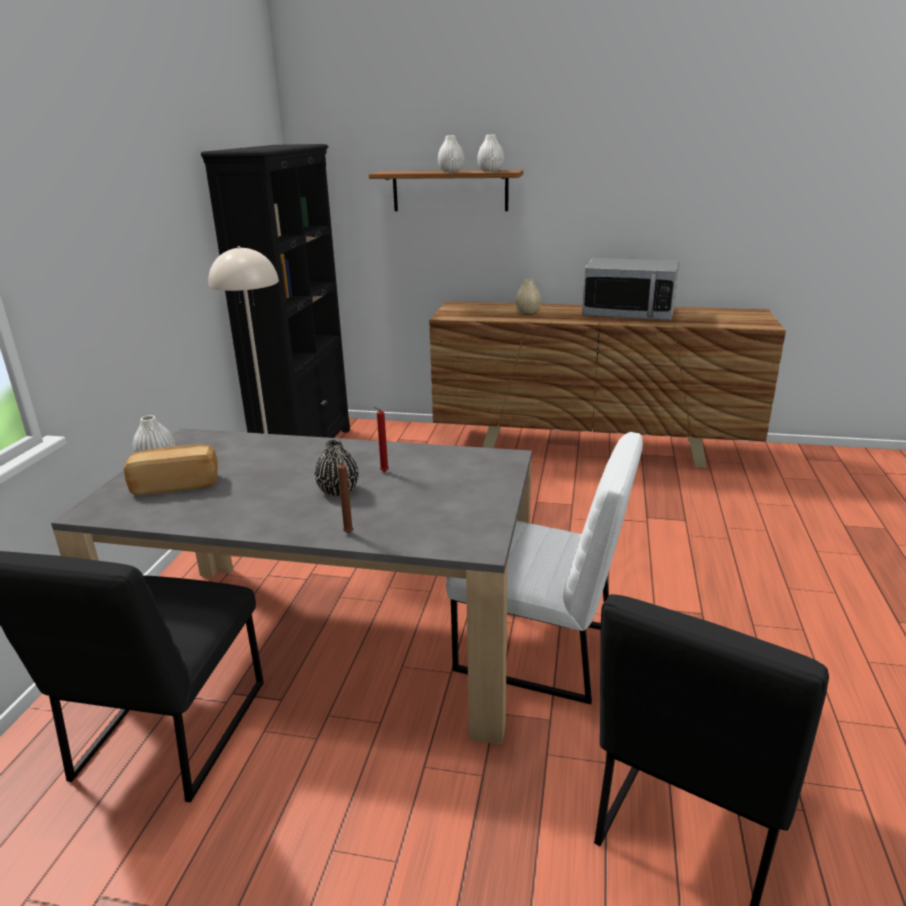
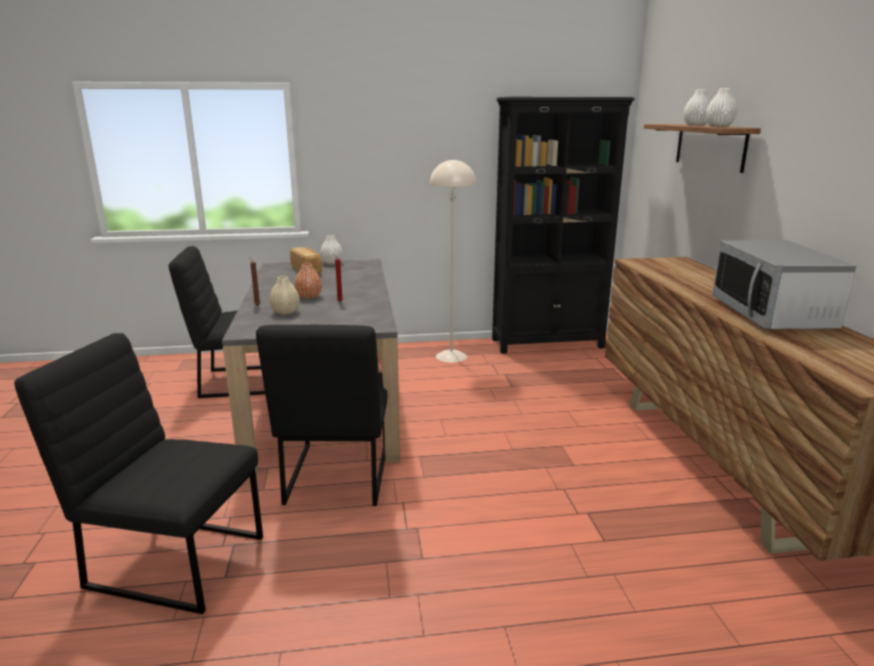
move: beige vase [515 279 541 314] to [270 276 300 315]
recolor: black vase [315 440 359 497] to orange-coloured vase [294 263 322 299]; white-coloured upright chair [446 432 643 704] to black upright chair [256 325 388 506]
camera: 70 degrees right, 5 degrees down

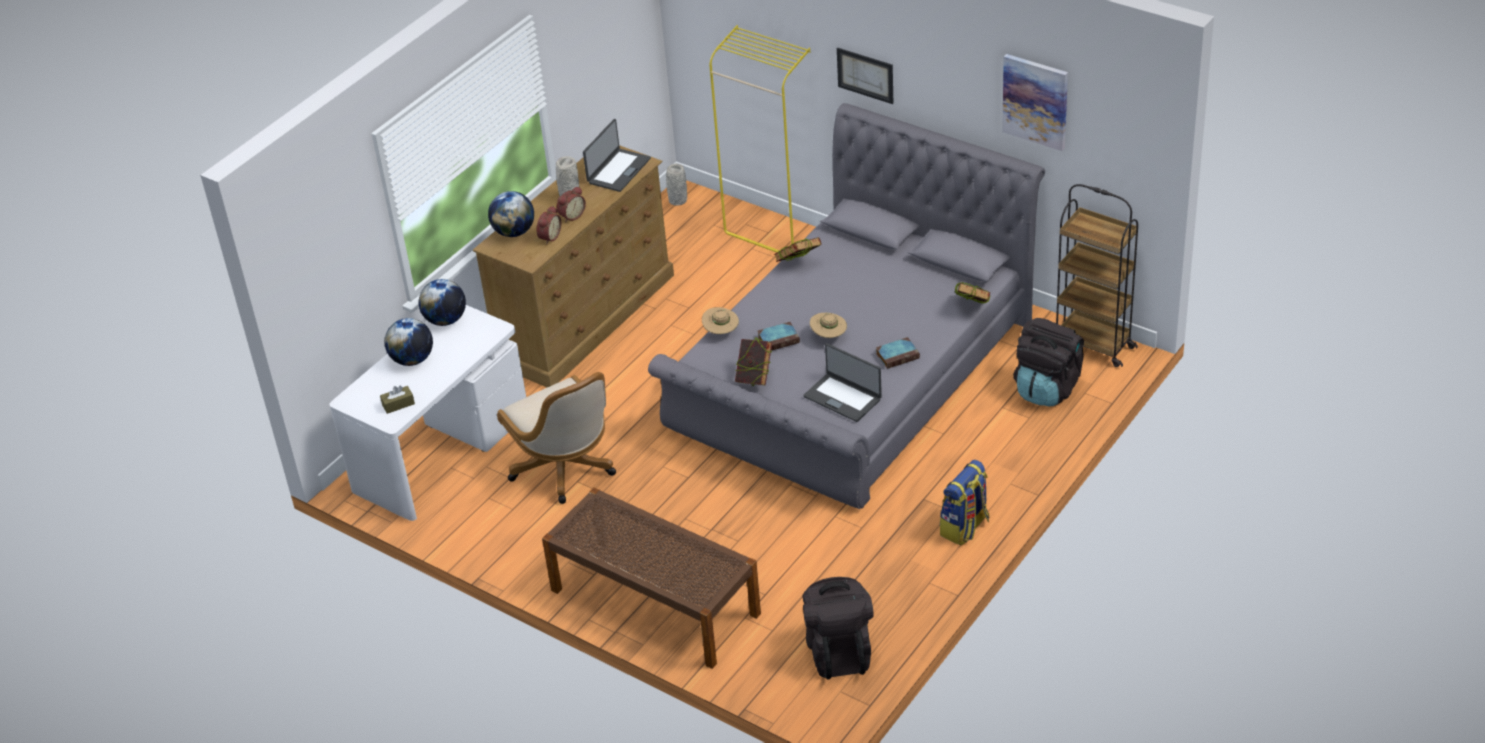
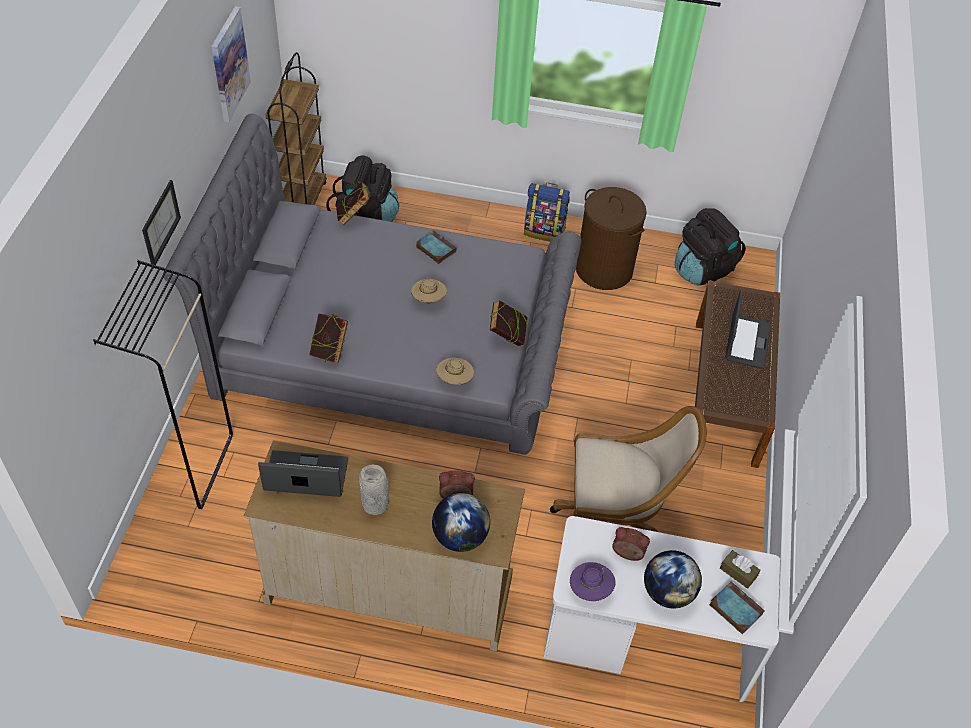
delete: greyish vase [666 164 687 206]
insert: brown washing basket [576 187 646 290]
move: alarm clock [557 186 586 222] to [612 527 650 561]; bound book [758 322 800 350] to [709 581 765 634]; laptop [803 343 882 422] to [725 290 771 369]
replace: globe [419 279 466 326] to purplish hat [570 562 616 601]
recolor: yellowish garment stand [710 25 811 253] to black garment stand [93 260 233 509]
rotate: computer chair [497 372 616 504] = [550 406 707 532] 60 degrees clockwise
camera: 120 degrees left, 10 degrees up

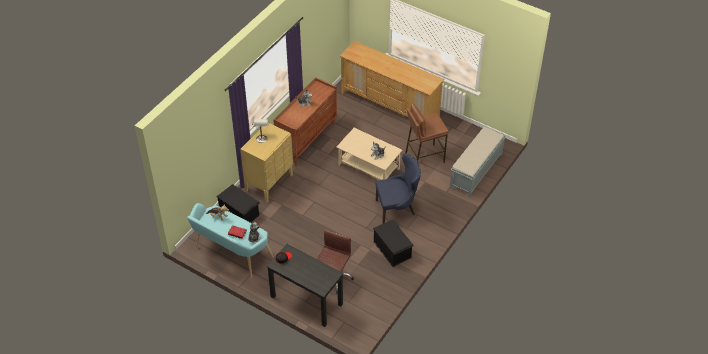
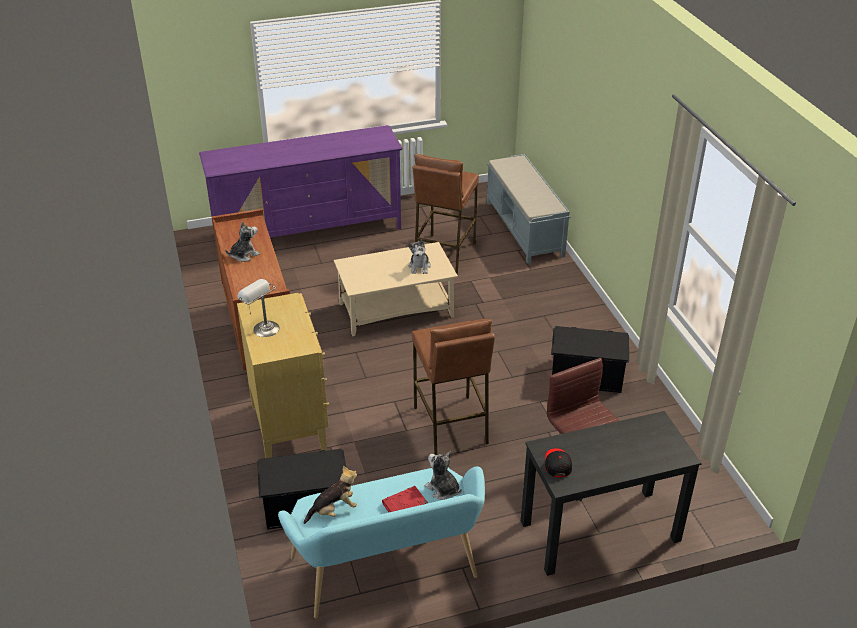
delete: blue upright chair [376 154 421 224]
insert: brown stool [412 319 495 455]
recolor: brown drawer chest [340 41 444 117] to purplish drawer chest [199 125 403 239]
camera: 50 degrees left, 10 degrees down

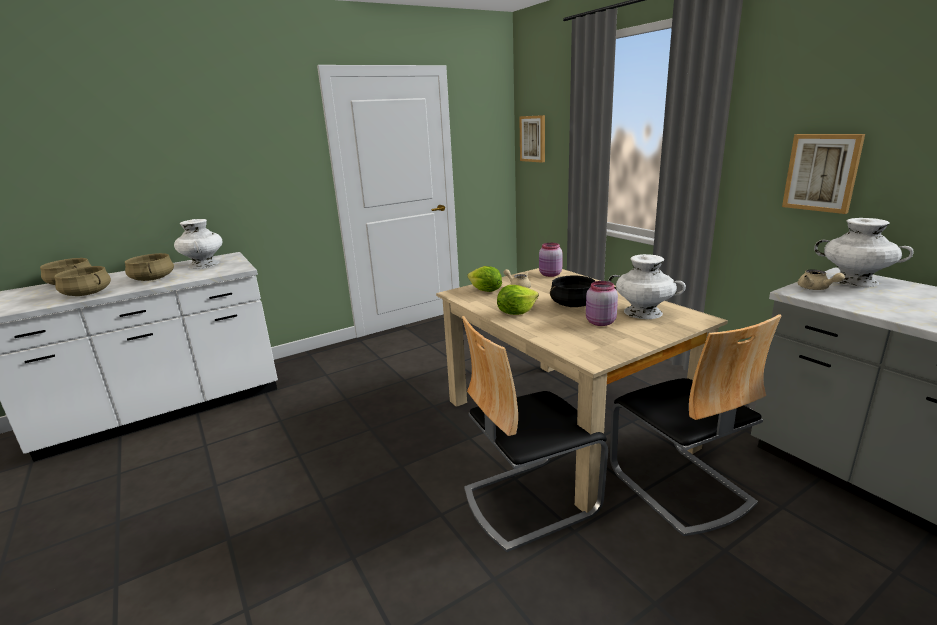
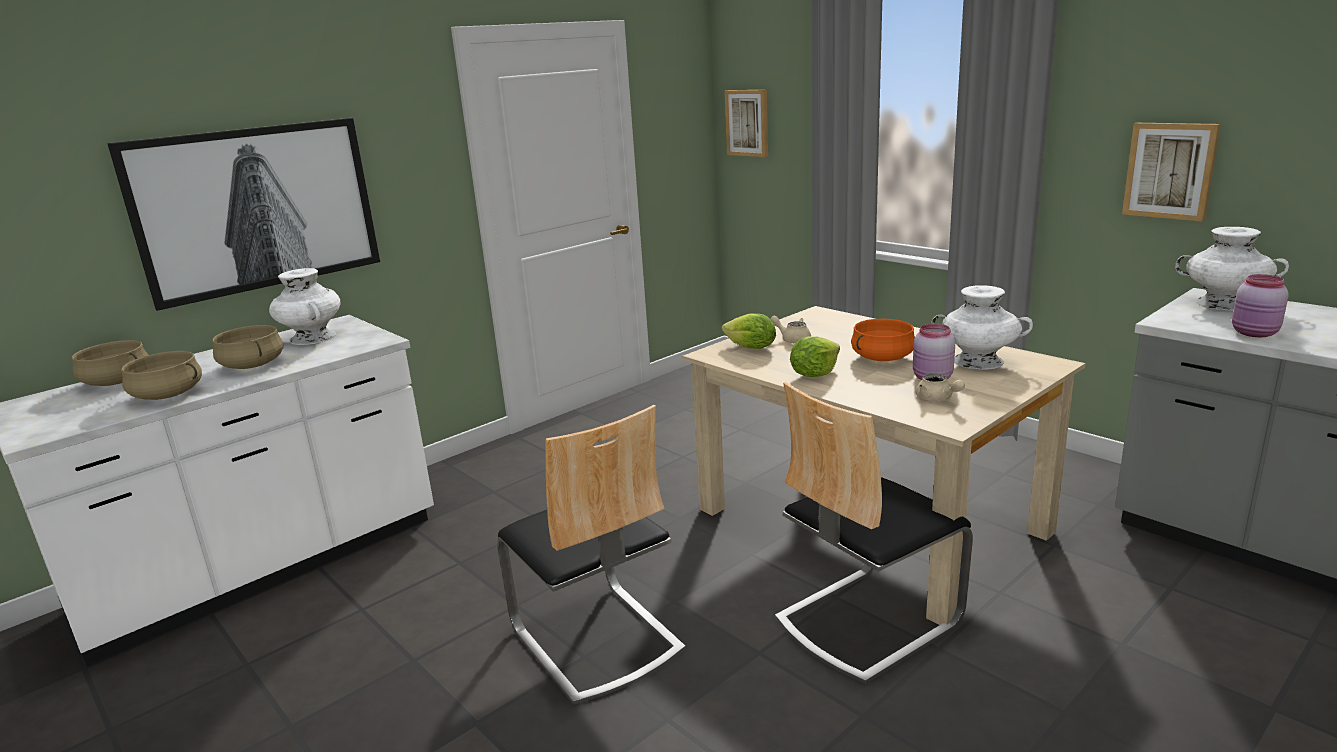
insert: wall picture [107 118 380 311]
move: pink-coloured storage jar [539 243 563 277] to [1232 274 1289 337]; upright chair [610 314 782 536] to [497 405 686 705]; beige tea pot [798 270 845 290] to [916 374 965 402]
recolor: black stockpot [550 275 595 307] to orange-coloured stockpot [851 319 915 361]
camera: 10 degrees left, 0 degrees up

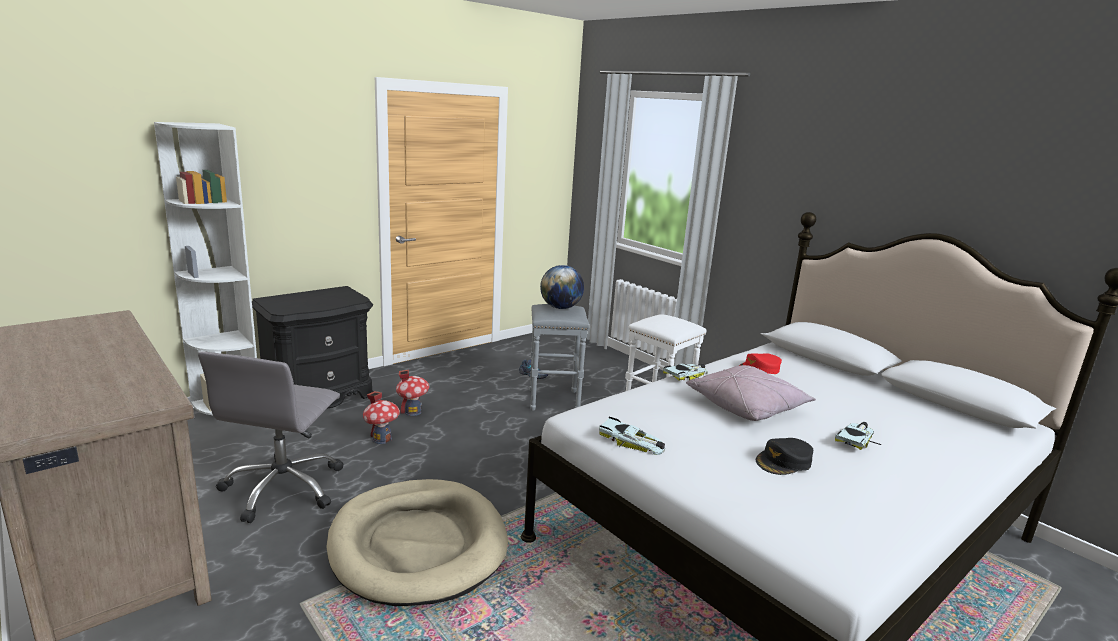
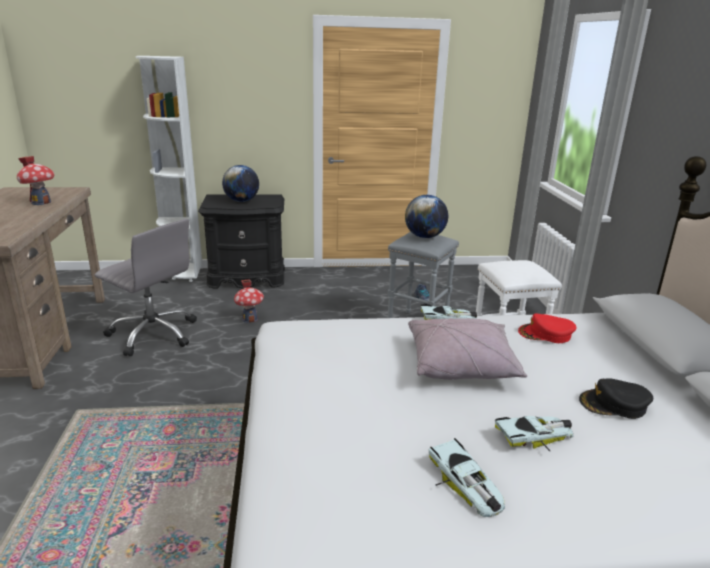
delete: beige pet bed [326 479 508 606]
insert: globe [222 165 259 202]
move: model house [396 369 429 416] to [17 156 54 205]; miniature car [599 417 665 455] to [429 438 505 517]; black peaked cap [756 438 813 475] to [579 378 653 419]
rotate: greyish computer chair [198 351 343 523] = [95 219 197 356] 105 degrees counterclockwise
camera: 35 degrees right, 5 degrees up

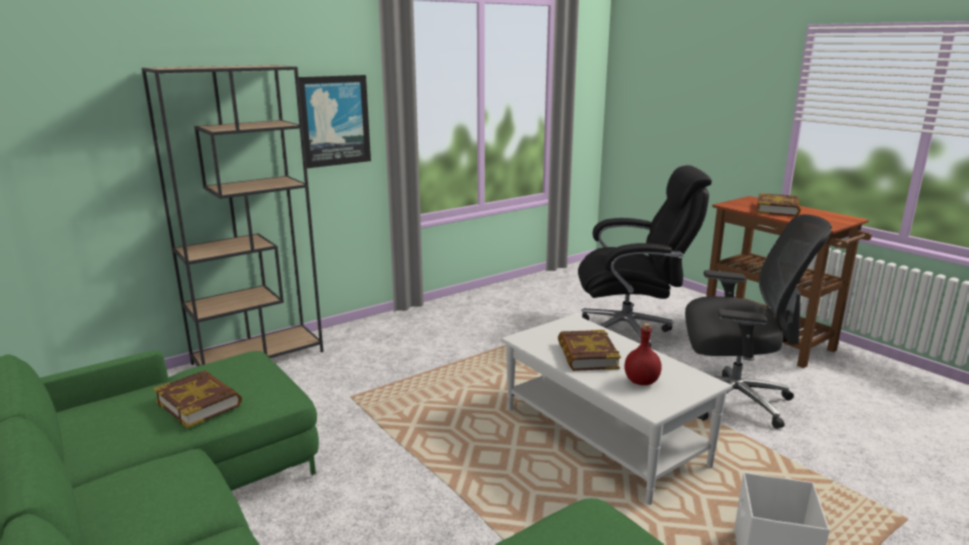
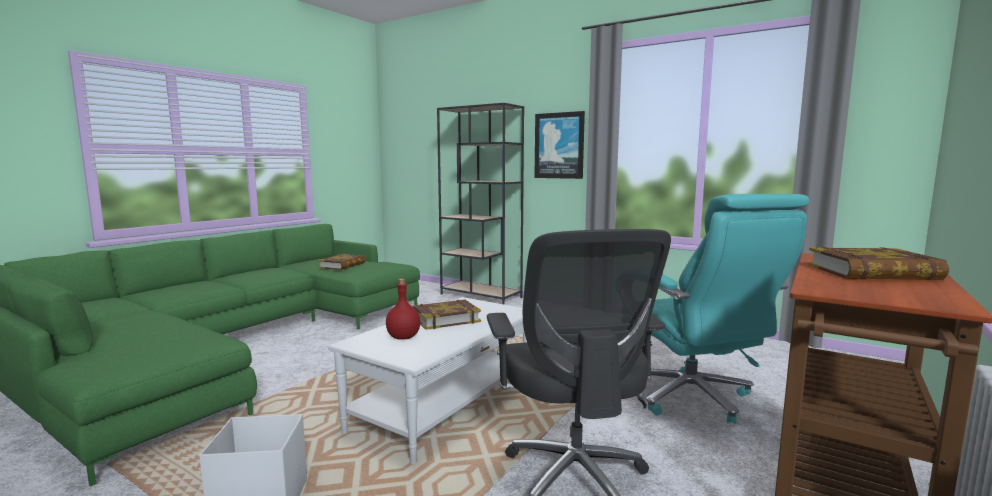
recolor: black computer chair [578 165 712 348] to blue-green computer chair [646 194 809 424]
camera: 70 degrees right, 10 degrees down

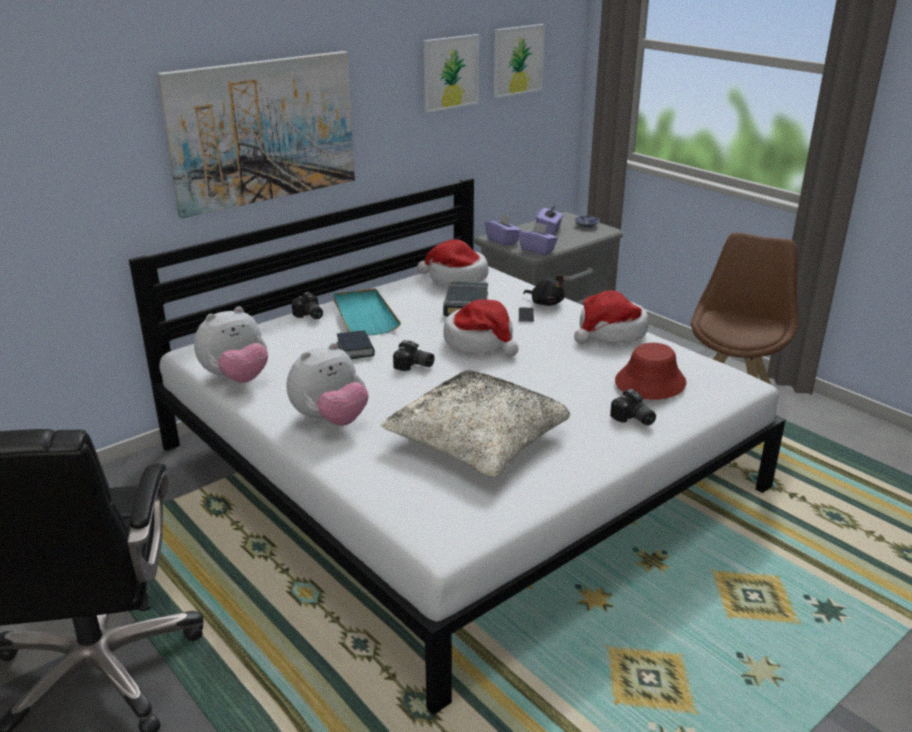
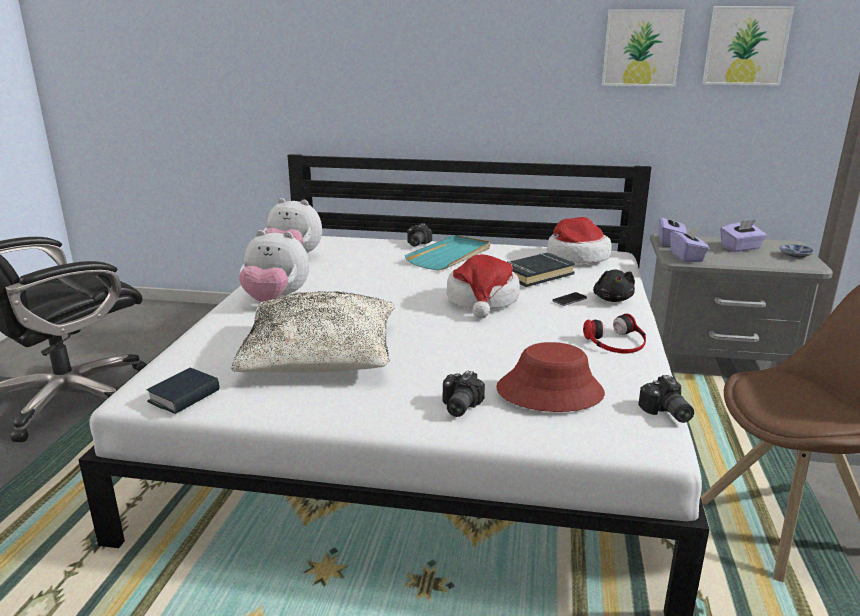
delete: wall picture [157 51 355 218]
move: bound book [337 330 375 359] to [147 368 219 414]; photo camera [393 340 435 371] to [639 375 694 423]
replace: hat [574 291 649 344] to pair of headphones [583 313 646 354]
camera: 50 degrees right, 5 degrees down

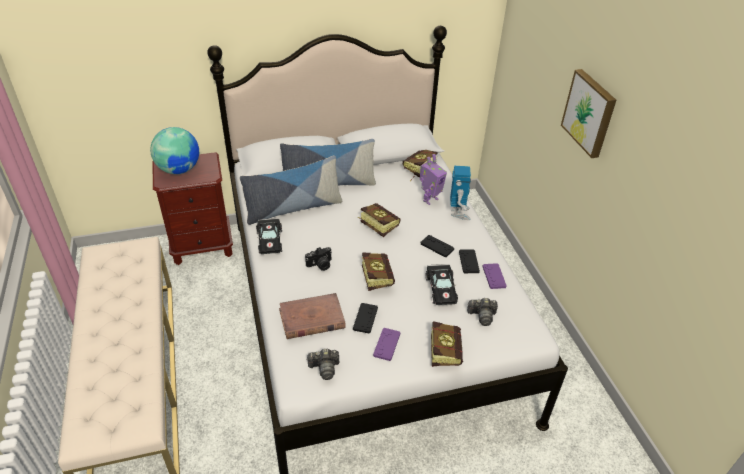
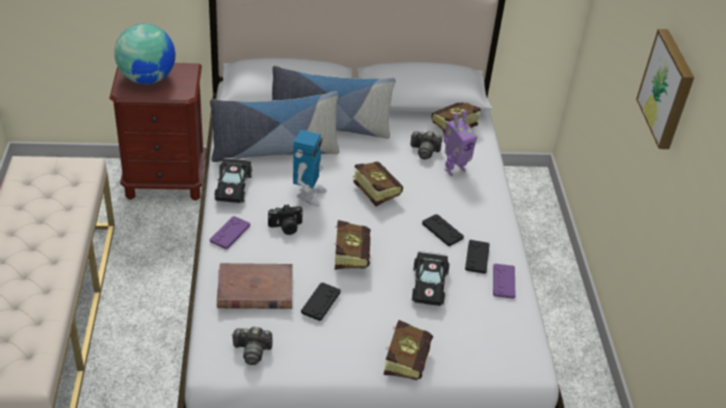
move: purplish gamepad [373 328 401 361] to [210 216 250 249]; toy robot [450 166 471 220] to [293 130 327 207]; photo camera [467 298 498 326] to [411 131 442 160]
camera: 10 degrees right, 0 degrees up

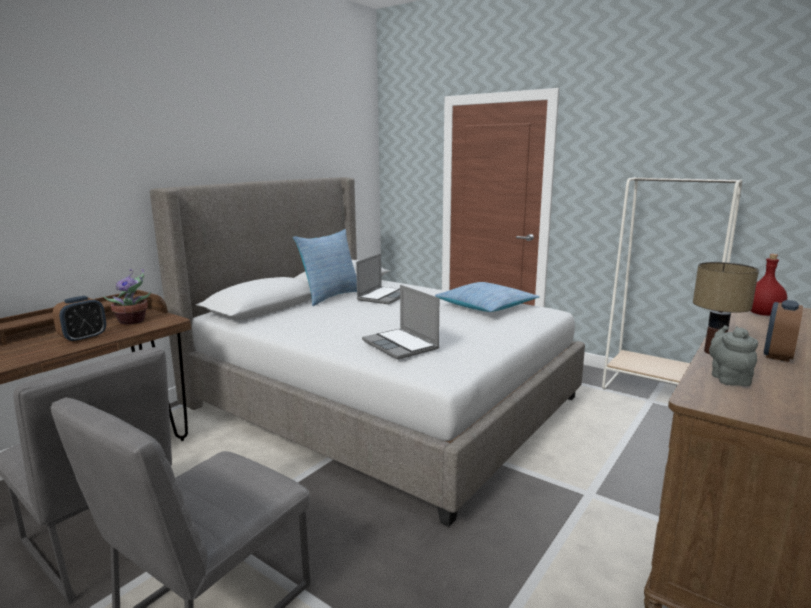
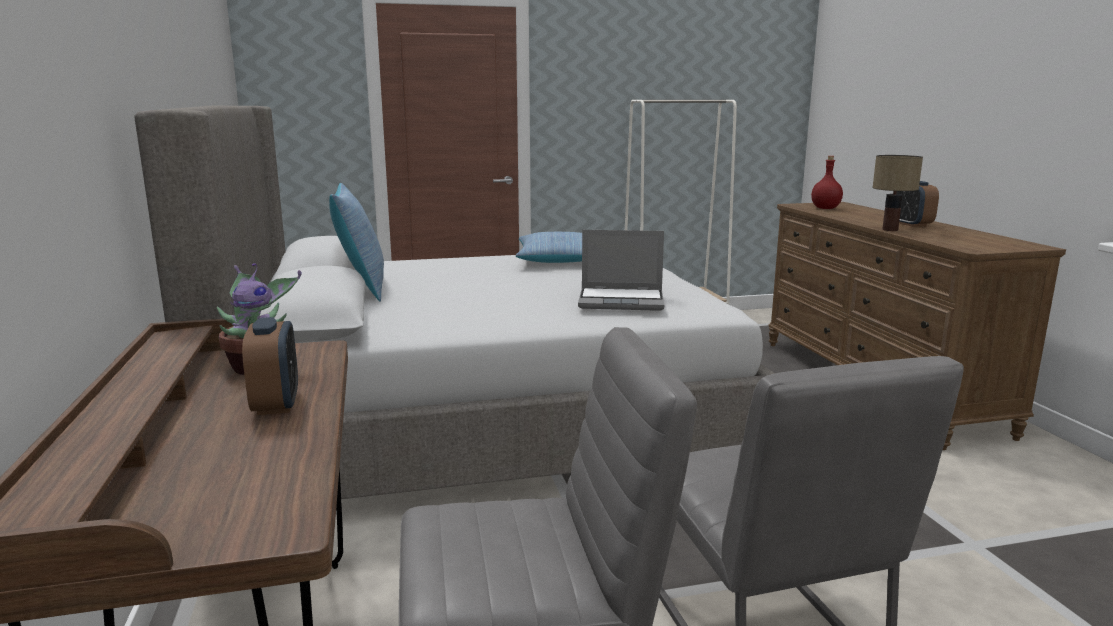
delete: laptop [356 253 400 304]; greyish tea pot [709 325 758 386]
camera: 50 degrees left, 0 degrees up

